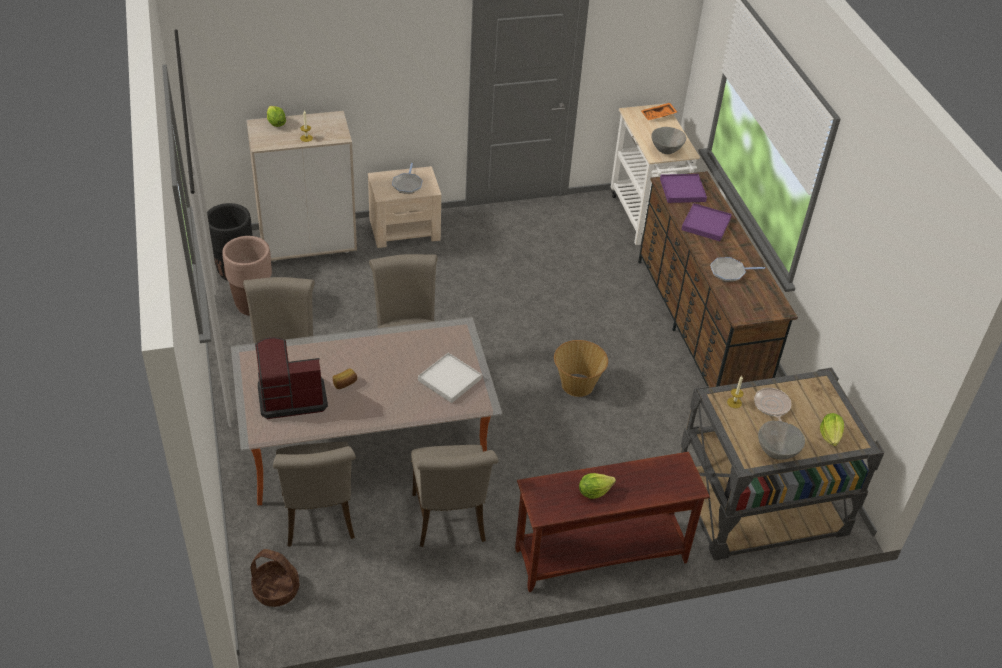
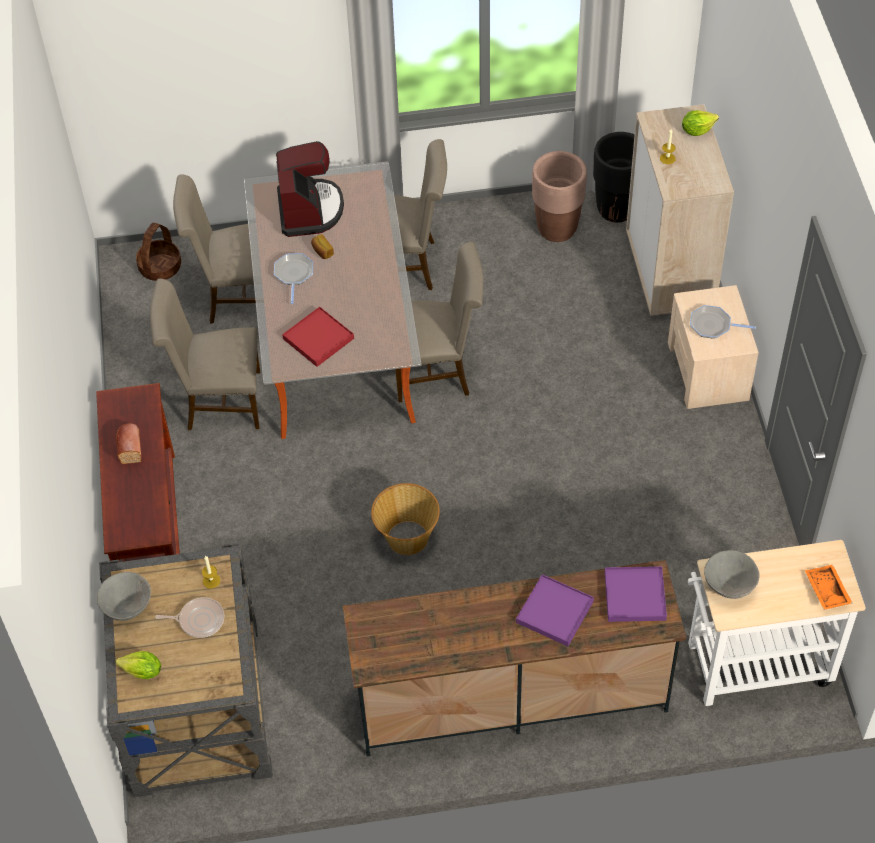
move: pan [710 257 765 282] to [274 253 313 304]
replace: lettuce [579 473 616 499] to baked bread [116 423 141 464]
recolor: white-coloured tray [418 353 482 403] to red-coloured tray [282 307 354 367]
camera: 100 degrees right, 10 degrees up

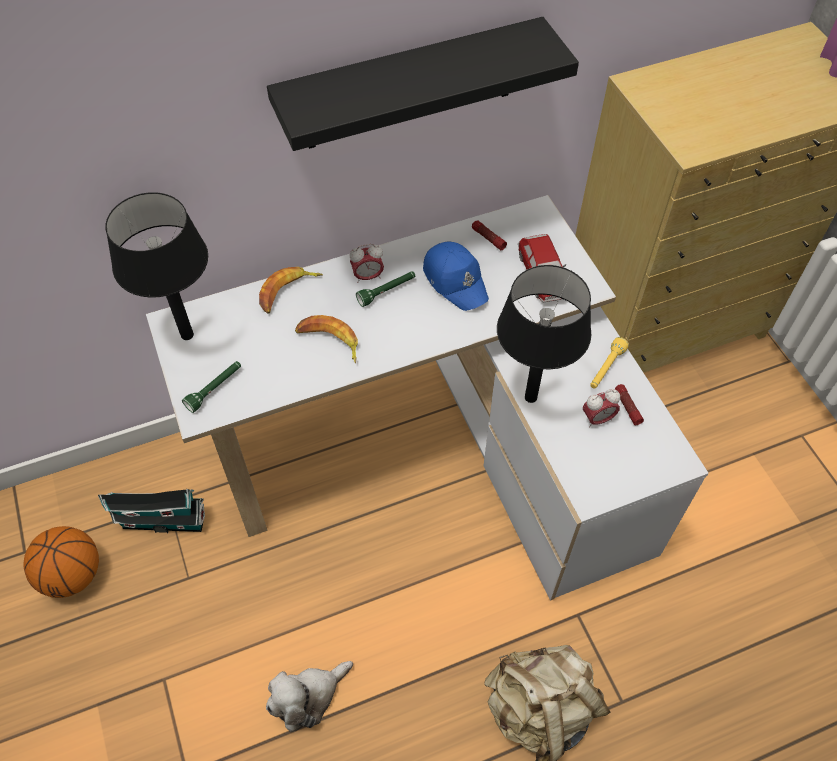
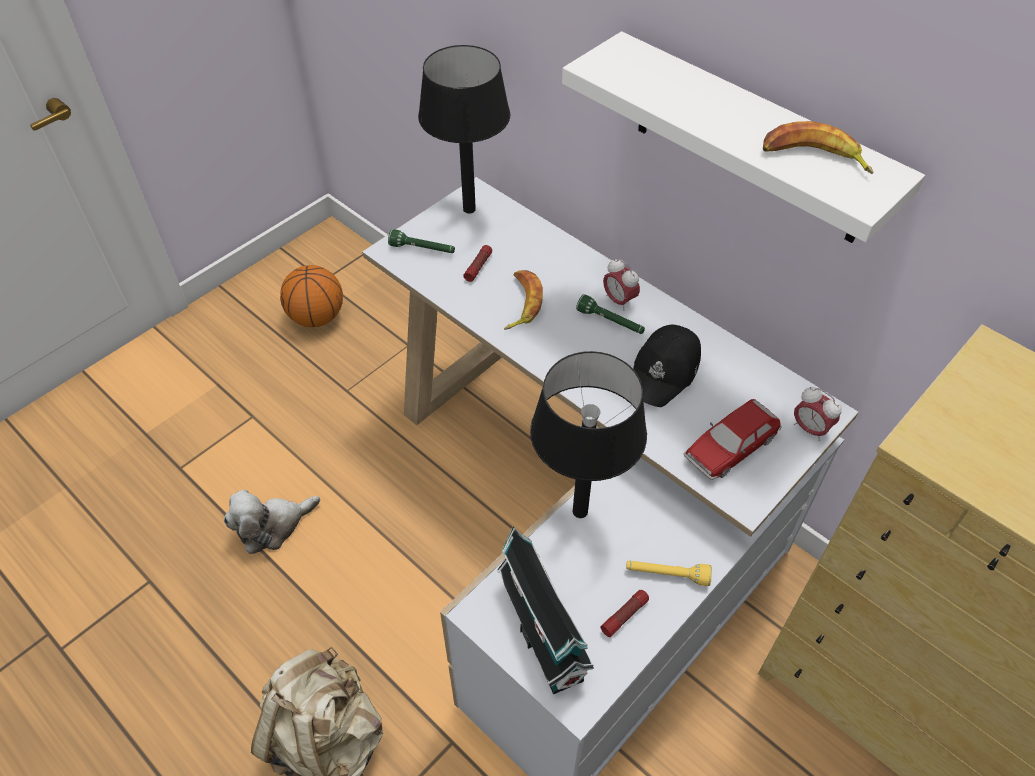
move: model house [98 489 205 533] to [497 526 594 694]; whole banana [259 267 323 314] to [763 121 874 174]; flashlight [472 220 507 250] to [463 245 492 282]; alarm clock [583 389 620 428] to [794 387 842 442]
recolor: black shelf [267 17 579 151] to white-coloured shelf [562 31 925 243]; blue peaked cap [423 242 489 311] to black peaked cap [633 325 701 407]
rotate: cuddly toy [266 661 353 732] = [224 490 320 554] 60 degrees counterclockwise
camera: 65 degrees right, 5 degrees down

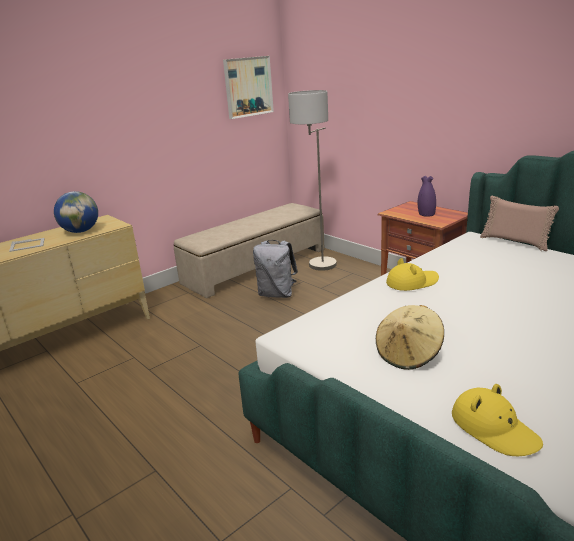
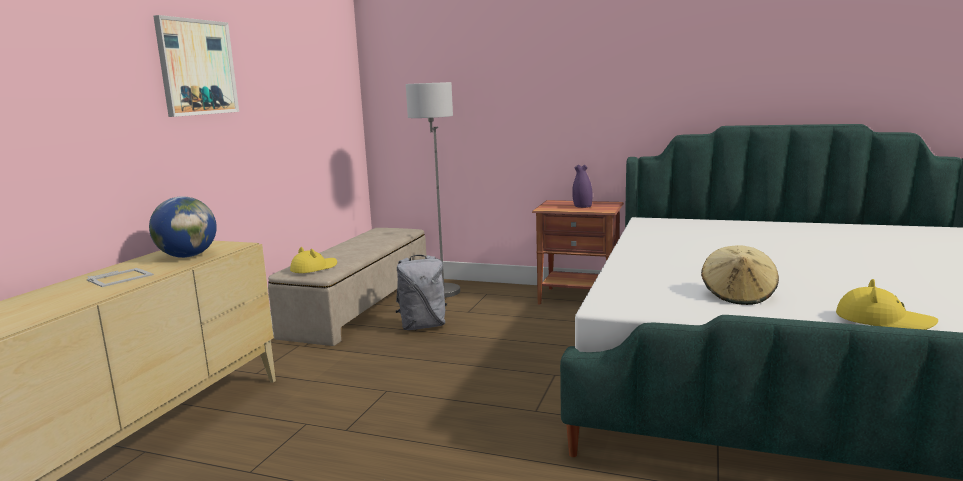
delete: beige cushion [480 195 559 251]
move: wall picture [223 56 274 119] to [153 15 239 117]; yellowish hat [386 258 439 291] to [290 247 337 273]
camera: 30 degrees left, 10 degrees down

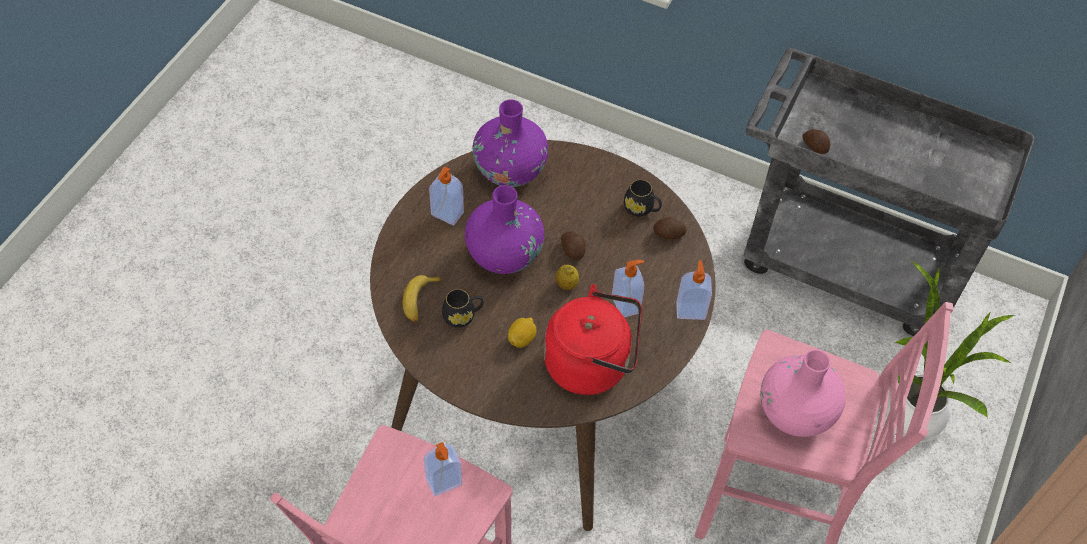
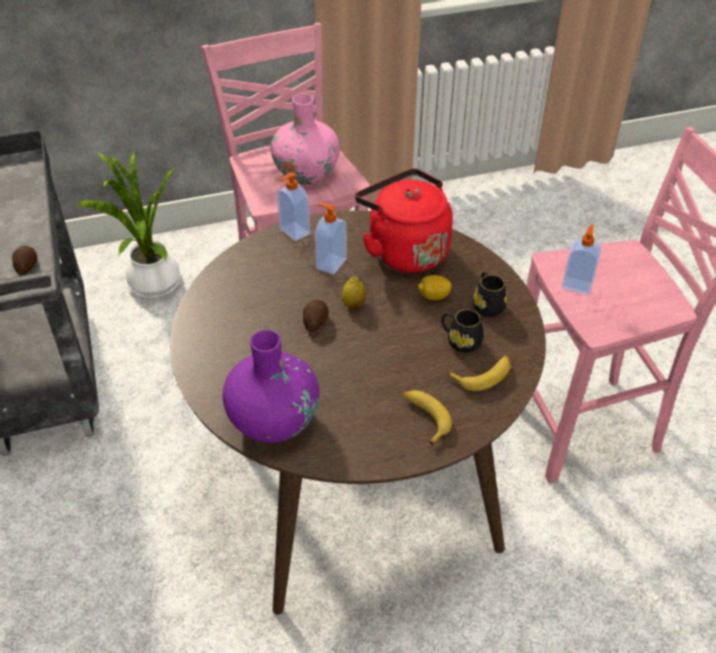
delete: soap dispenser [429 166 464 225]; purplish vase [465 185 544 274]; spud [653 217 687 239]
insert: whole banana [403 390 452 446]
move: black tea mug [624 180 662 217] to [473 272 507 317]
camera: 130 degrees left, 10 degrees down

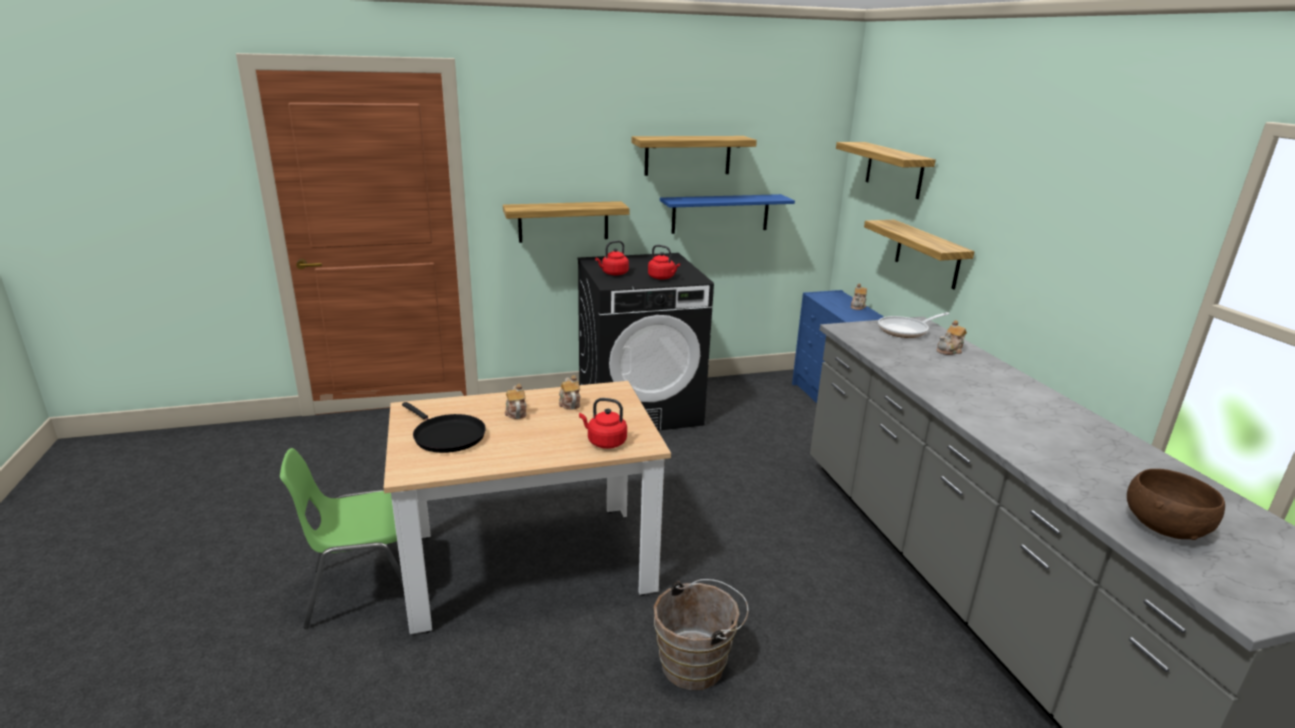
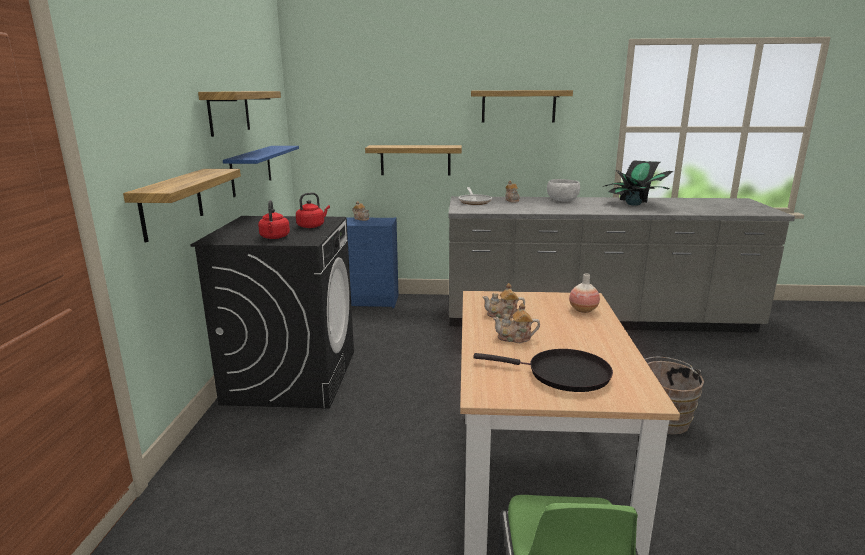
delete: brown bowl [1127 469 1225 540]
insert: white-coloured bowl [547 179 580 202]; plant in a pot [603 161 673 206]
move: shelf [836 142 936 199] to [471 90 573 123]
replace: red-coloured water kettle [579 398 627 449] to vase [569 273 600 313]
rotate: black pan [402 402 486 453] = [473 349 613 392] 45 degrees clockwise
camera: 70 degrees left, 5 degrees down

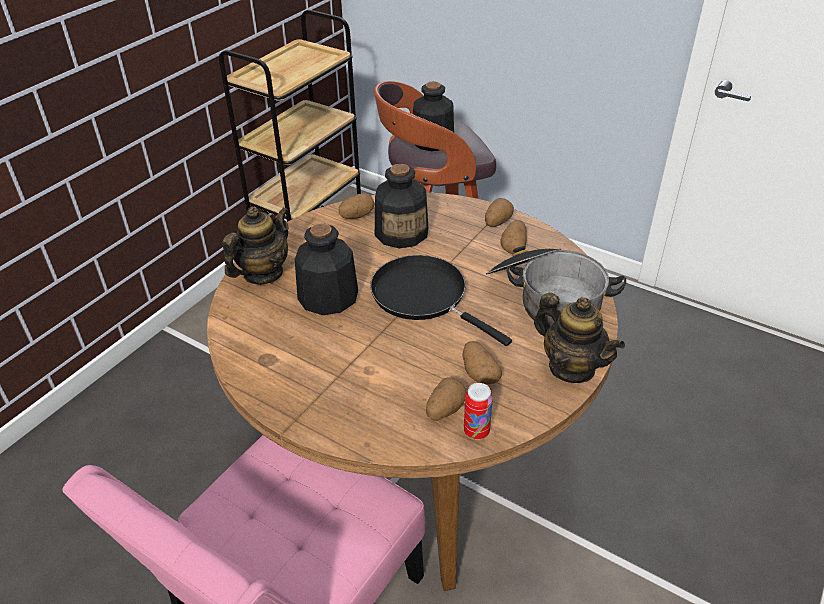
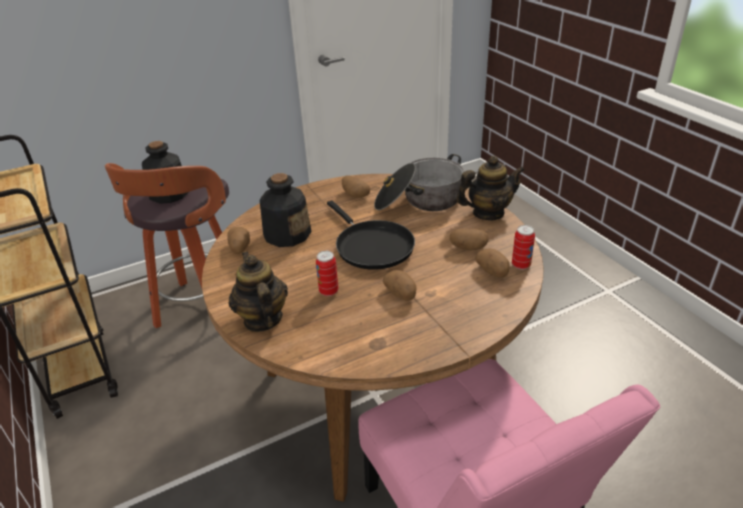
move: spud [485 198 514 227] to [383 270 417 301]
replace: bottle [295 223 358 315] to sealed can [316 251 338 296]
rotate: black pan [370 255 512 346] = [327 200 415 270] 105 degrees counterclockwise
camera: 60 degrees left, 5 degrees down

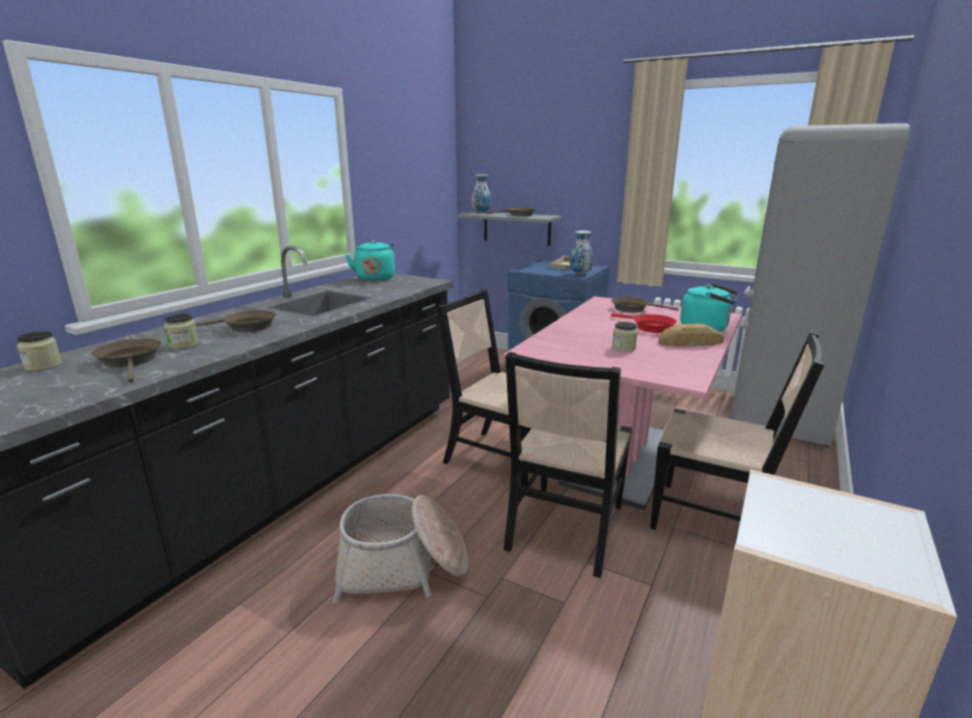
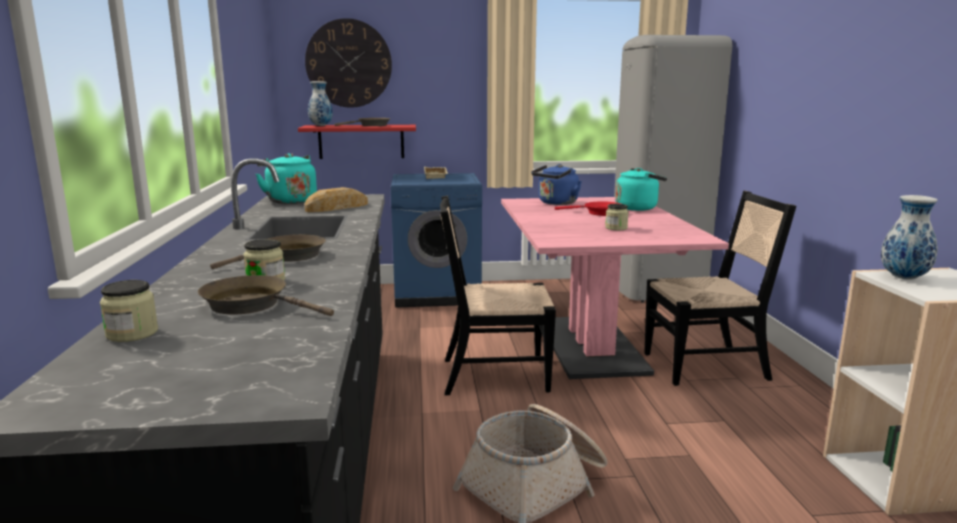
delete: upright chair [503 352 632 578]
insert: clock on the wall [305 18 392 108]
move: vase [569 231 593 275] to [881 195 938 279]; baked bread [659 323 724 347] to [305 187 368 212]
replace: brown pan [611 297 679 313] to blue water kettle [531 164 582 205]
recolor: greyish shelf [457 211 562 246] to red-coloured shelf [298 125 416 159]
camera: 35 degrees left, 5 degrees down

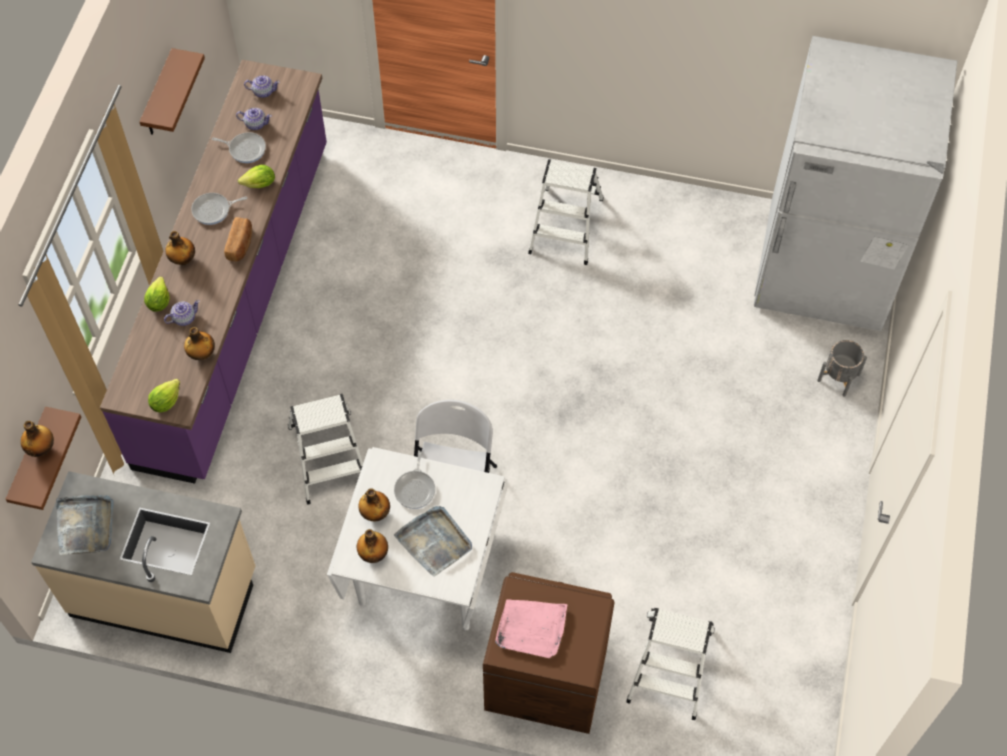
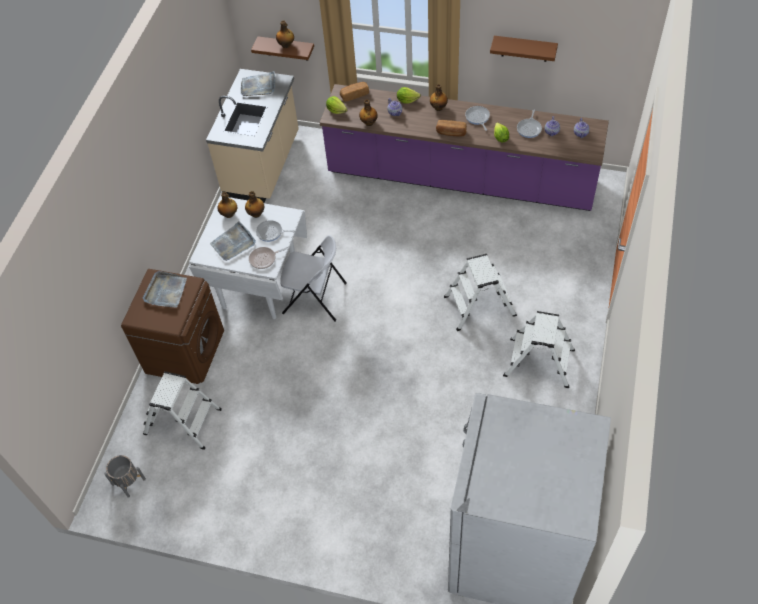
insert: pan [249 247 289 269]; baked bread [340 82 369 101]
move: white-coloured step ladder [288 394 363 504] to [444 254 517 331]; greyish flower pot [817 340 867 397] to [104 455 146 498]
recolor: pink-coloured tray [495 599 567 658] to greyish tray [143 271 187 308]
camera: 95 degrees right, 5 degrees down

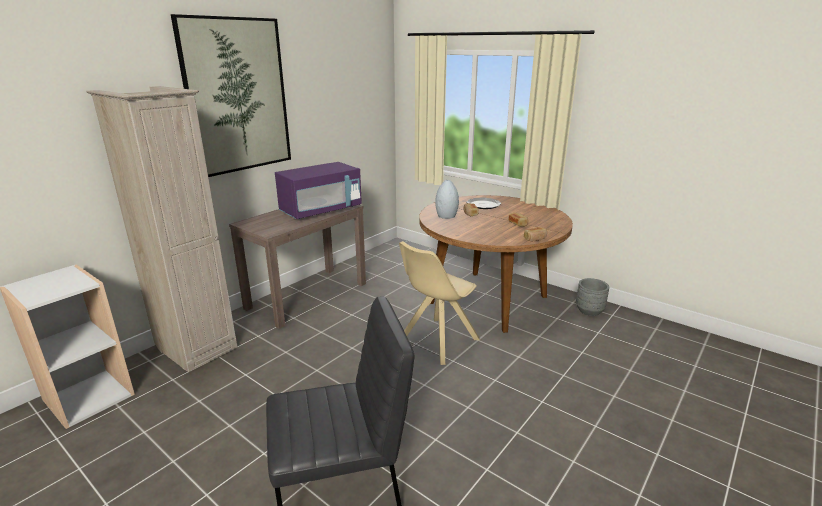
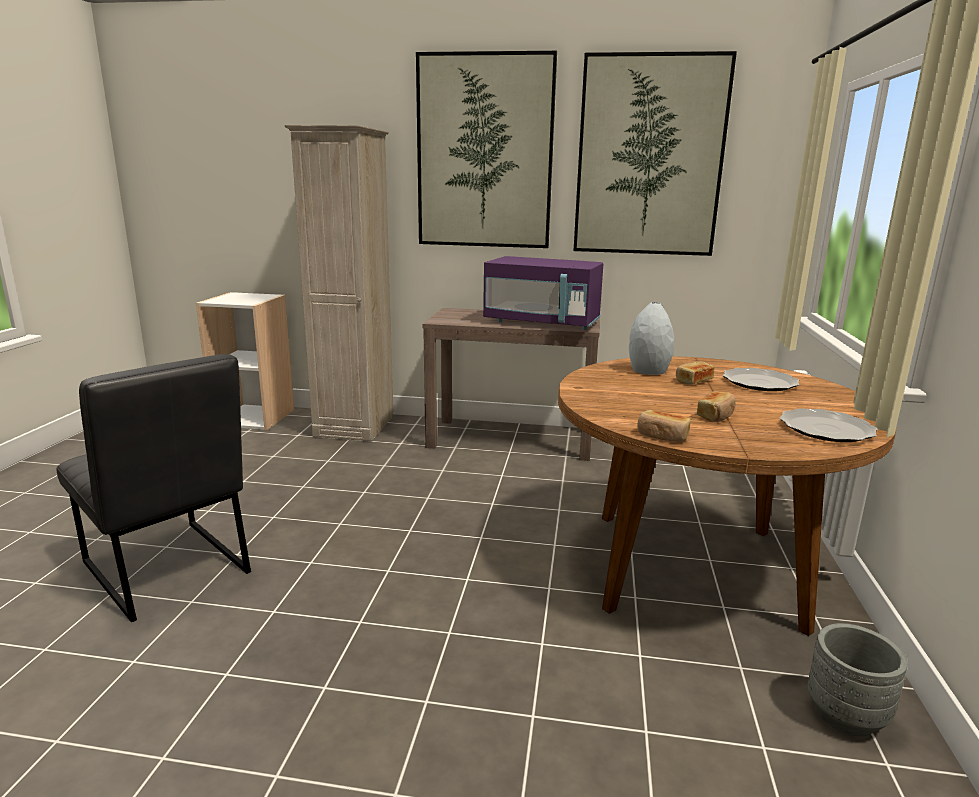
delete: beige upright chair [399 241 480 365]
insert: wall picture [574 51 737 256]; dinner plate [779 408 878 442]
camera: 60 degrees right, 5 degrees down

